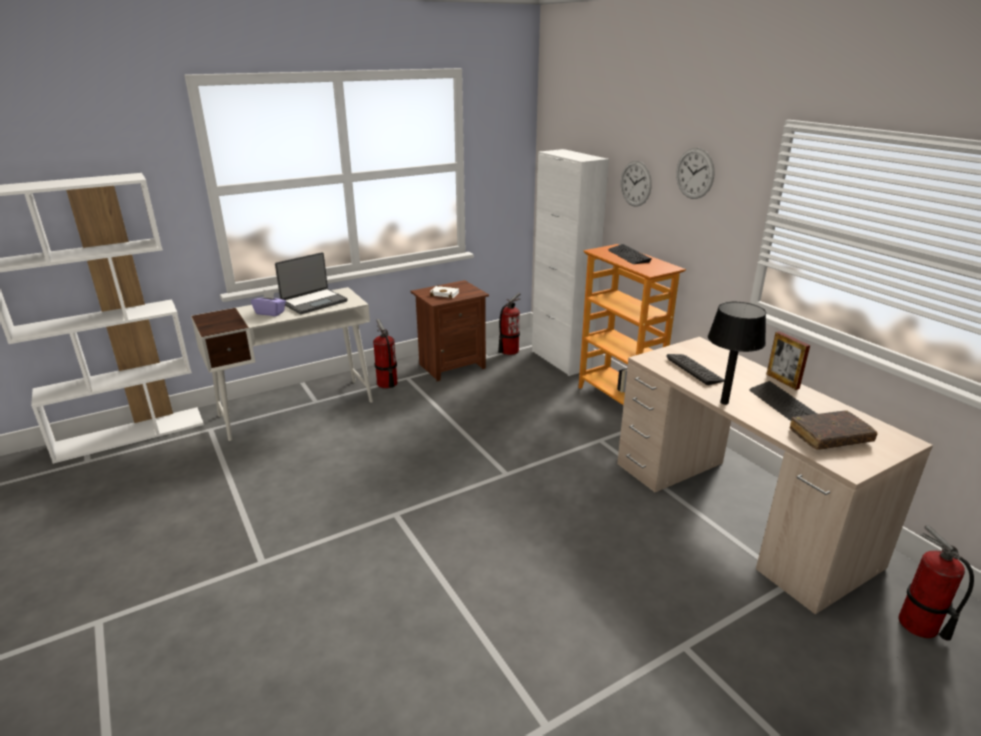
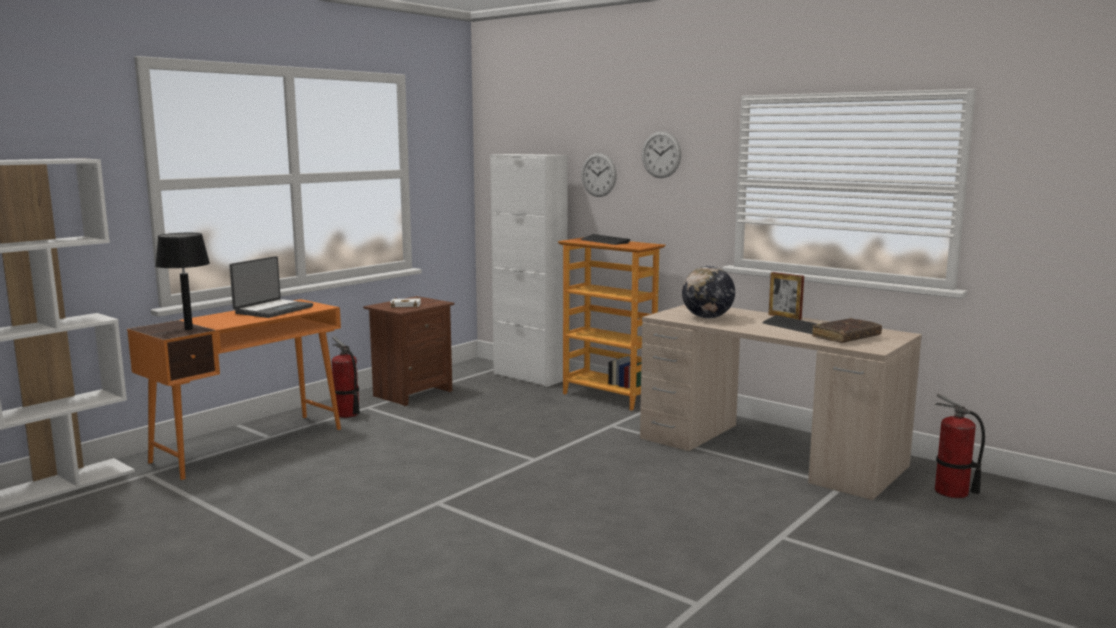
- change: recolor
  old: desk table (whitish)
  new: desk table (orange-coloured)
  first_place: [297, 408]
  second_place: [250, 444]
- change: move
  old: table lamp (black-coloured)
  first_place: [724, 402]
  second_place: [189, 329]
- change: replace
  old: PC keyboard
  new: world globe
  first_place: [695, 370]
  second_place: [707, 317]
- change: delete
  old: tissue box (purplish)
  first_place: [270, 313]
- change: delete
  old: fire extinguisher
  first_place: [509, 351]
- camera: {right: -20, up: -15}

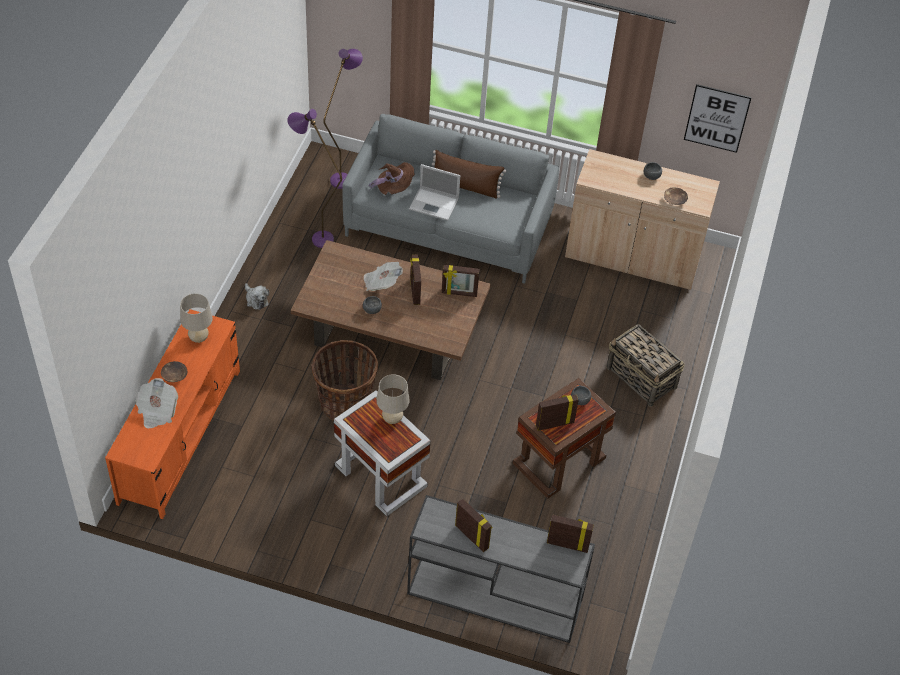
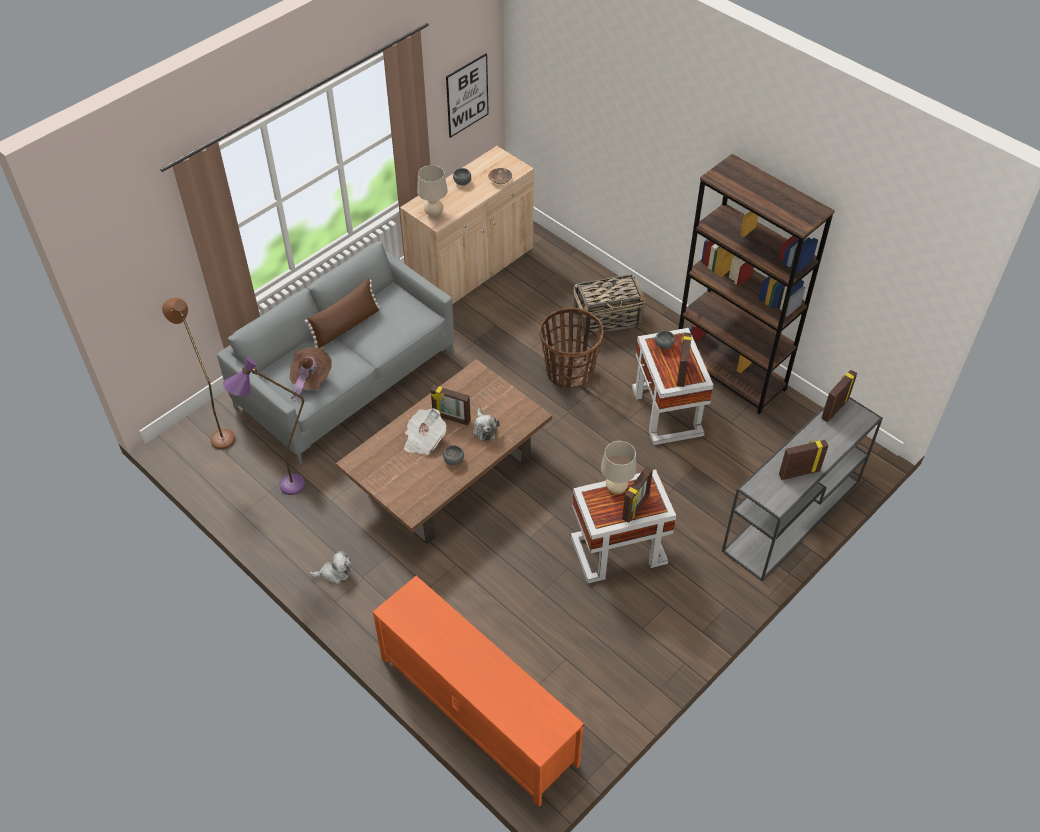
- change: recolor
  old: floor lamp (purplish)
  new: floor lamp (brown-coloured)
  first_place: [344, 176]
  second_place: [218, 434]
- change: move
  old: table lamp (sand-coloured)
  first_place: [199, 338]
  second_place: [434, 213]
- change: insert
  new: soft toy
  second_place: [484, 429]
- change: move
  old: household basket
  first_place: [345, 404]
  second_place: [569, 372]
- change: move
  old: standing frame
  first_place: [459, 293]
  second_place: [636, 507]
- change: recolor
  old: end table (brown-coloured)
  new: end table (whitish)
  first_place: [558, 461]
  second_place: [667, 412]
- change: insert
  new: bookshelf (brown-coloured)
  second_place: [730, 373]
- change: delete
  old: daily paper
  first_place: [157, 411]
- change: delete
  old: deep dish (brown-coloured)
  first_place: [174, 375]
- change: delete
  old: laptop
  first_place: [434, 204]
- camera: {right: -60, up: 0}

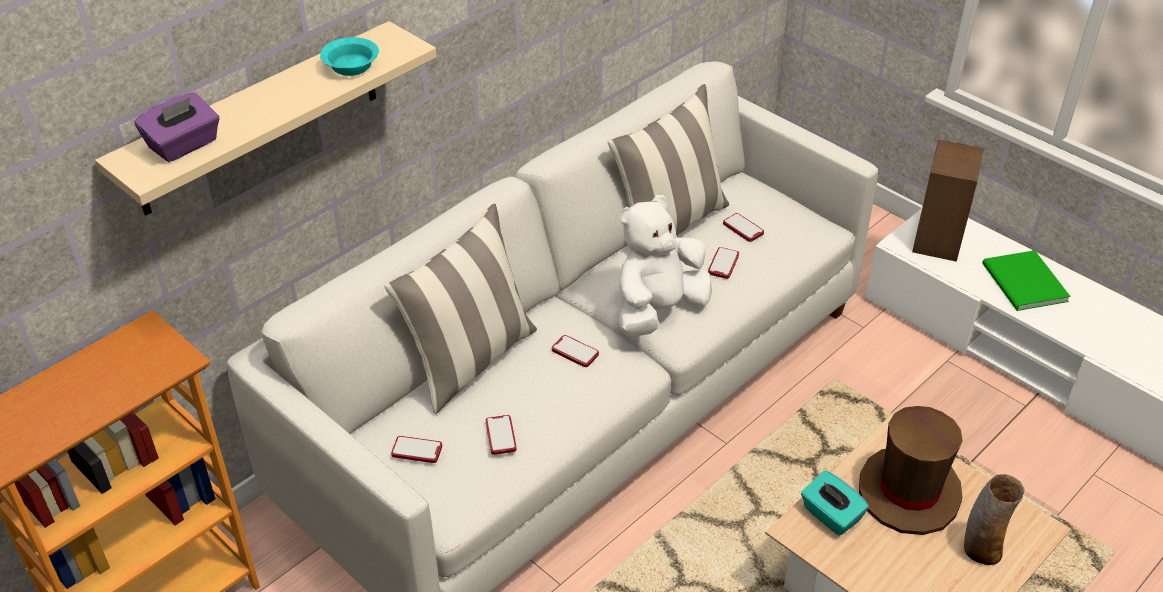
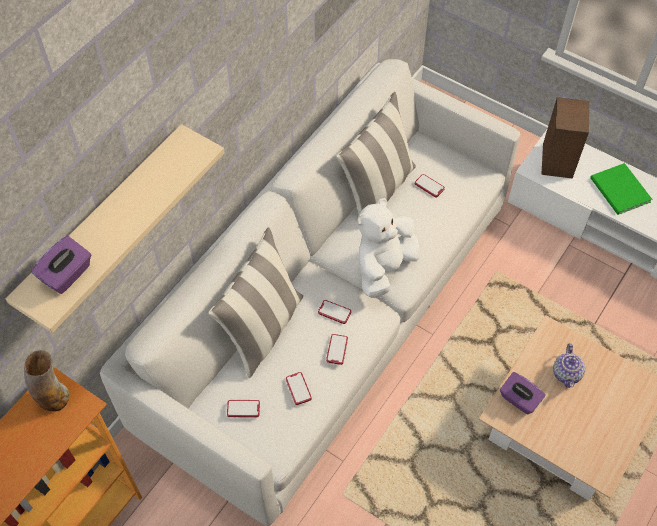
- change: move
  old: vase
  first_place: [981, 549]
  second_place: [53, 397]
- change: move
  old: handset
  first_place: [723, 264]
  second_place: [337, 349]
- change: recolor
  old: tissue box (turquoise)
  new: tissue box (purplish)
  first_place: [830, 515]
  second_place: [519, 399]
- change: replace
  old: clothing hat (brown-coloured)
  new: pot for tea
  first_place: [909, 492]
  second_place: [566, 373]
- change: delete
  old: deep dish (turquoise)
  first_place: [350, 66]
- camera: {right: -10, up: 15}

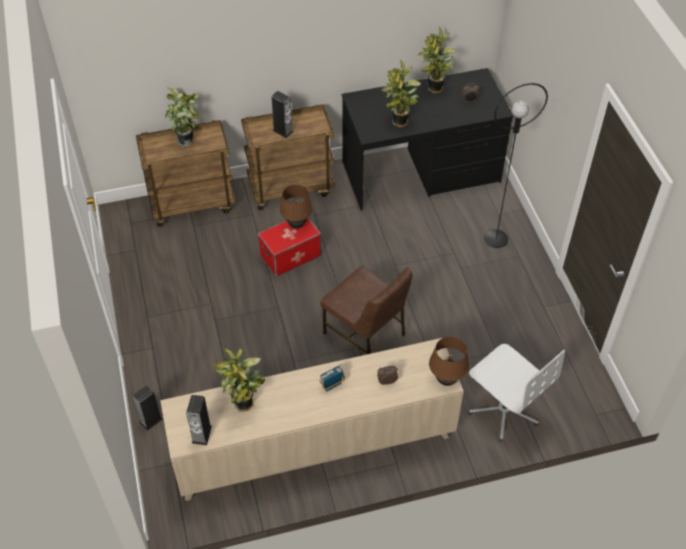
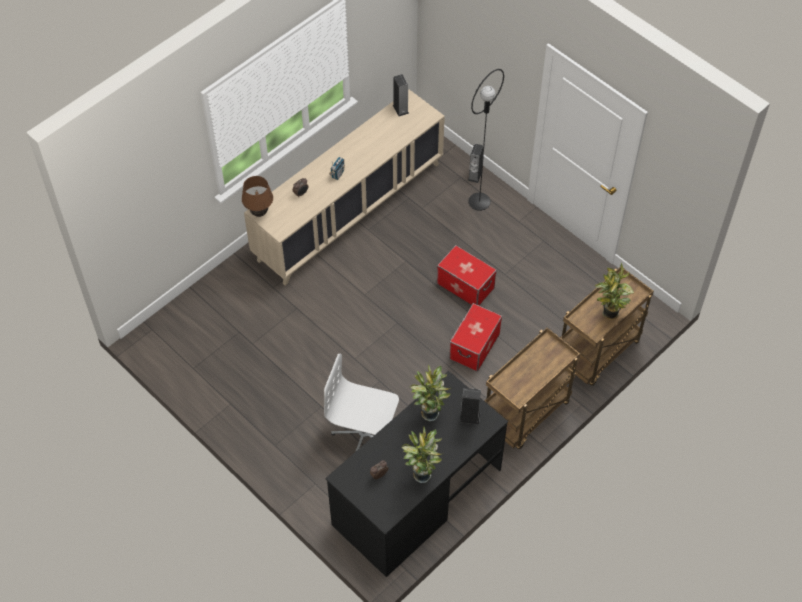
- change: move
  old: computer chair (whitish)
  first_place: [504, 409]
  second_place: [364, 434]
- change: insert
  new: storage container
  second_place: [465, 285]
- change: move
  old: audio speaker
  first_place: [283, 131]
  second_place: [469, 417]
- change: move
  old: floor lamp (black-coloured)
  first_place: [496, 238]
  second_place: [479, 202]
- change: delete
  old: houseplant
  first_place: [244, 405]
- change: delete
  old: table lamp (brown-coloured)
  first_place: [297, 225]
- change: delete
  old: plain chair (brown-coloured)
  first_place: [366, 334]
- camera: {right: 150, up: 5}

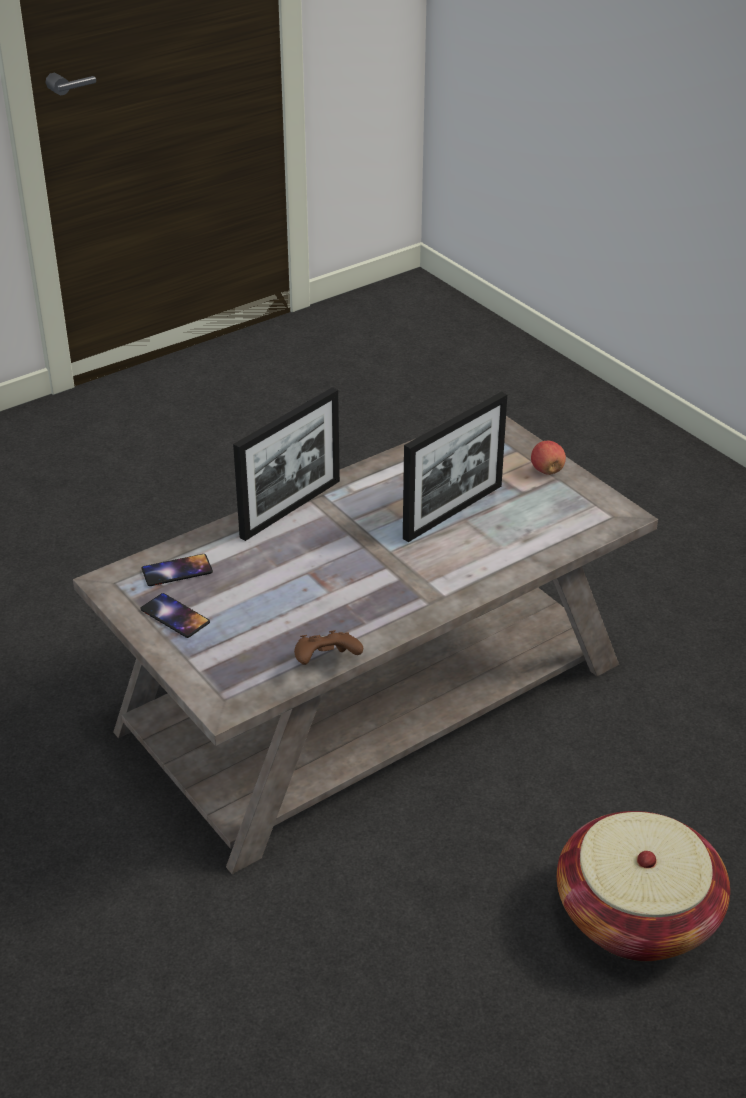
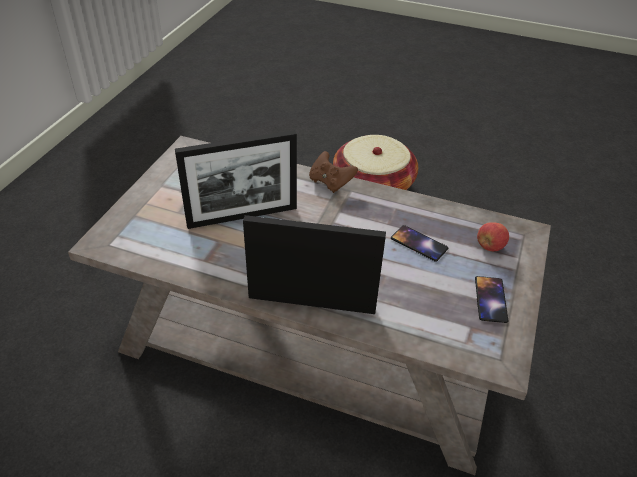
- change: rotate
  old: standing frame
  first_place: [453, 512]
  second_place: [242, 216]
  degrees: 150
- change: move
  old: gamepad (brown-coloured)
  first_place: [327, 662]
  second_place: [330, 182]
- change: move
  old: handset
  first_place: [177, 570]
  second_place: [419, 243]
- change: move
  old: whole apple
  first_place: [547, 470]
  second_place: [490, 246]
- camera: {right: -125, up: 5}

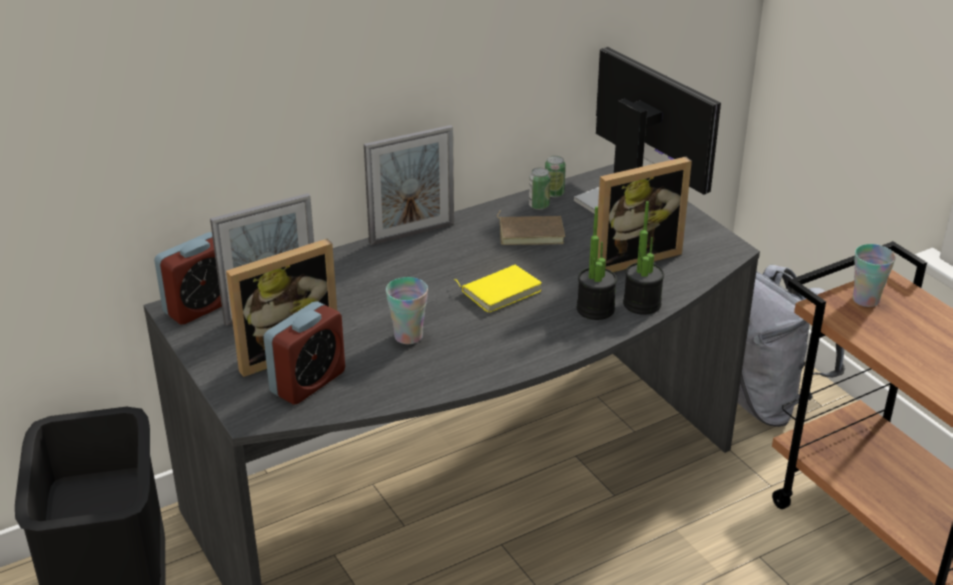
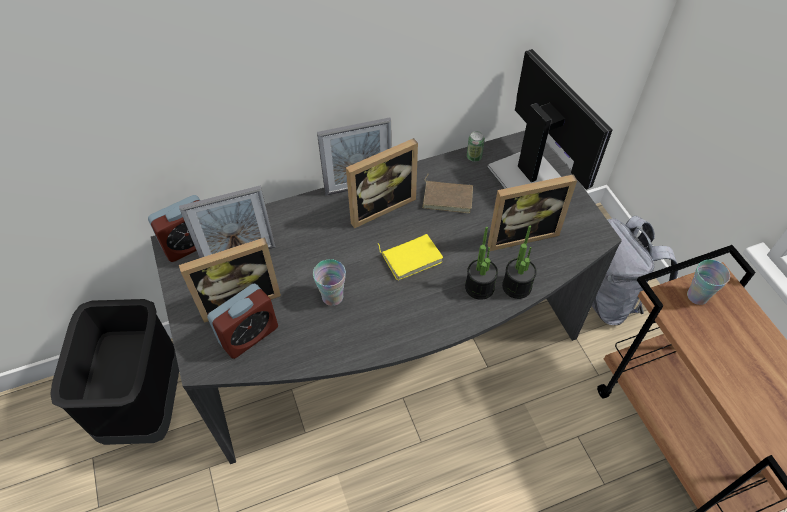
- change: insert
  new: standing frame
  second_place: [379, 205]
- change: delete
  old: can
  first_place: [539, 206]
- camera: {right: 10, up: 20}

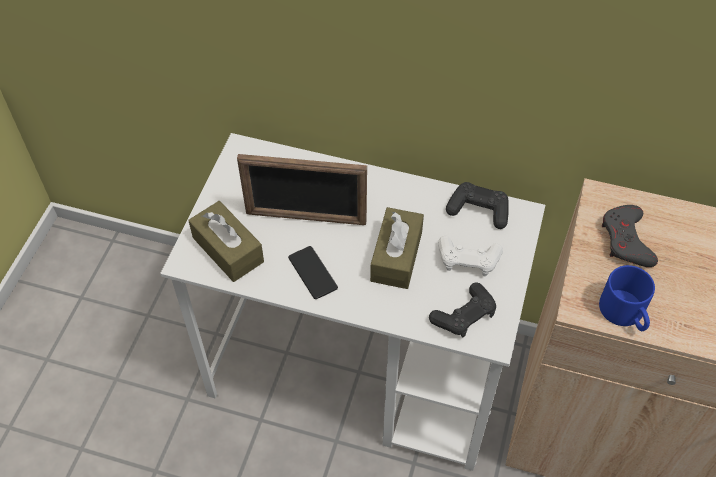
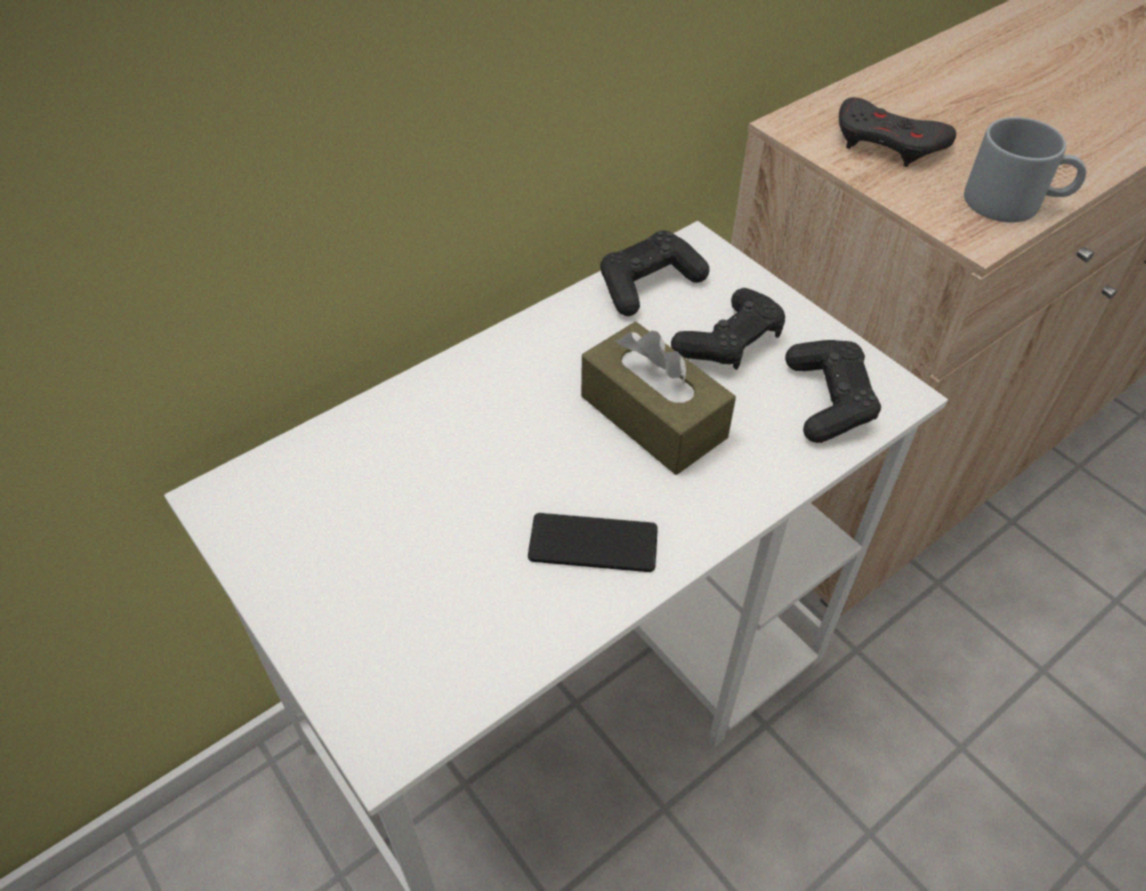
- change: recolor
  old: gamepad (whitish)
  new: gamepad (black-coloured)
  first_place: [468, 260]
  second_place: [730, 342]
- change: recolor
  old: tea mug (blue)
  new: tea mug (greyish)
  first_place: [626, 313]
  second_place: [1015, 202]
- change: delete
  old: tissue box (brown-coloured)
  first_place: [228, 249]
- change: delete
  old: standing frame
  first_place: [306, 218]
- camera: {right: -55, up: -5}

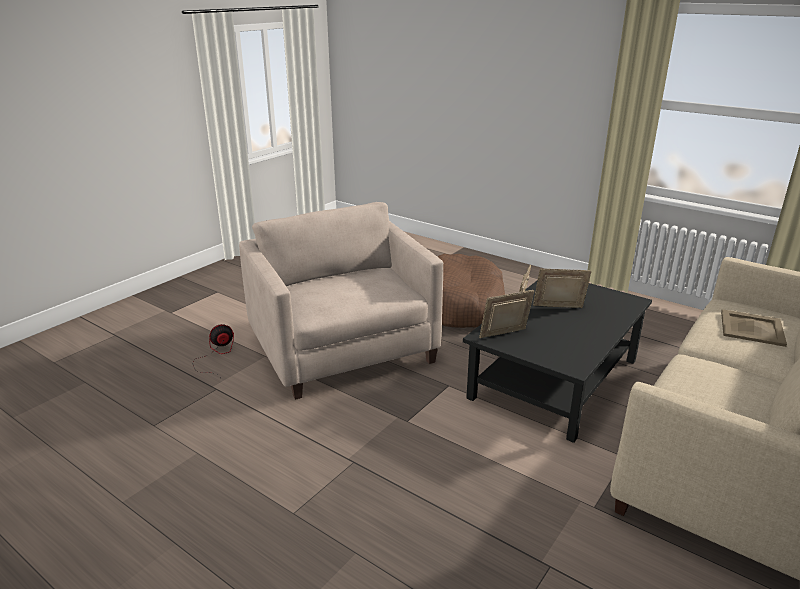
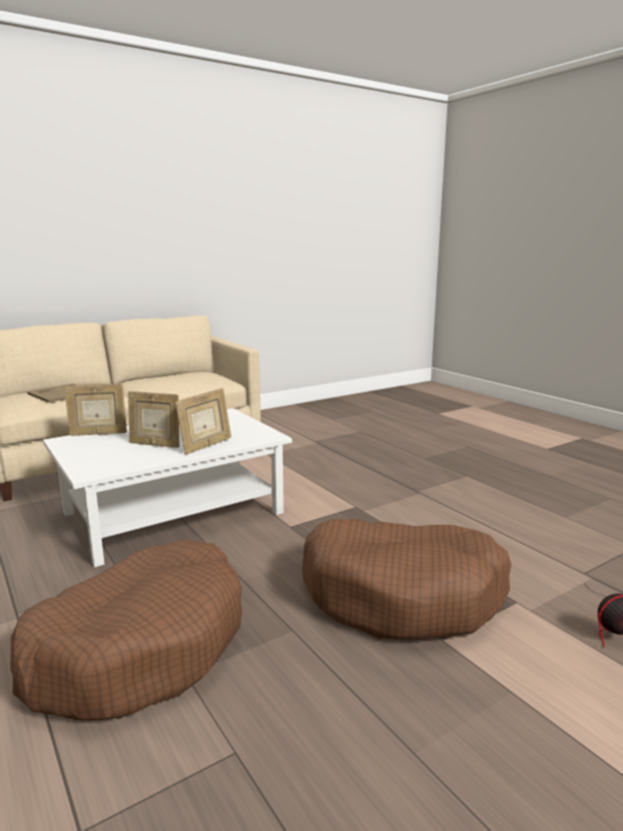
- change: recolor
  old: low table (black-coloured)
  new: low table (whitish)
  first_place: [555, 379]
  second_place: [173, 512]
- change: move
  old: standing frame
  first_place: [504, 335]
  second_place: [98, 434]
- change: replace
  old: easy chair (sand-coloured)
  new: dog cushion (brown-coloured)
  first_place: [343, 350]
  second_place: [403, 595]
- camera: {right: -160, up: -10}

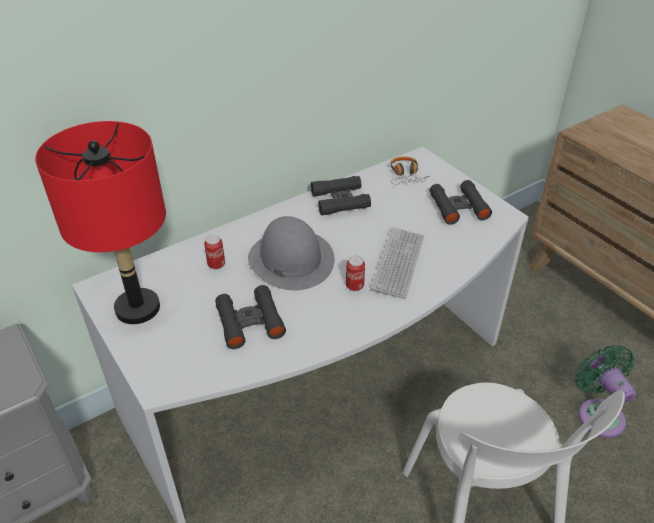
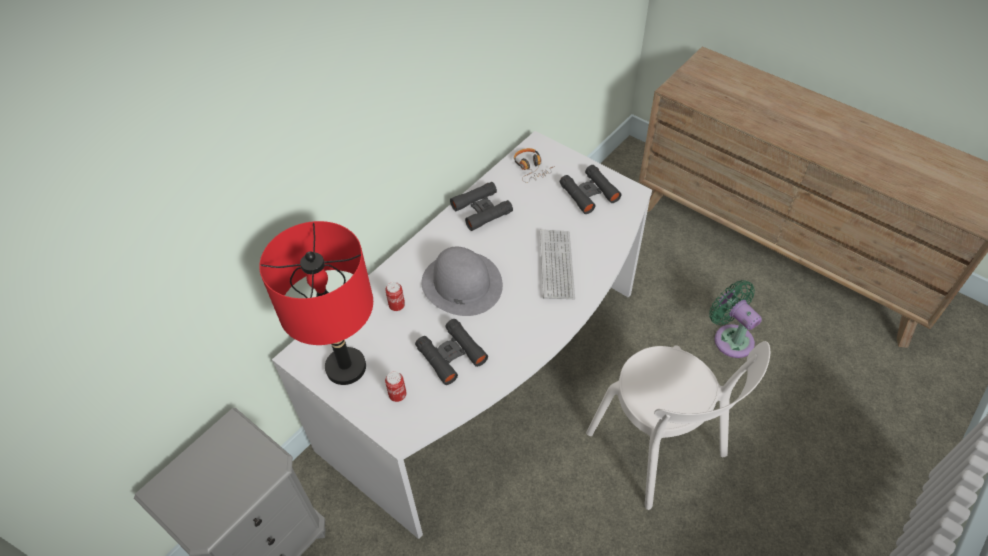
- change: move
  old: can
  first_place: [354, 286]
  second_place: [397, 395]
- camera: {right: -15, up: 10}

